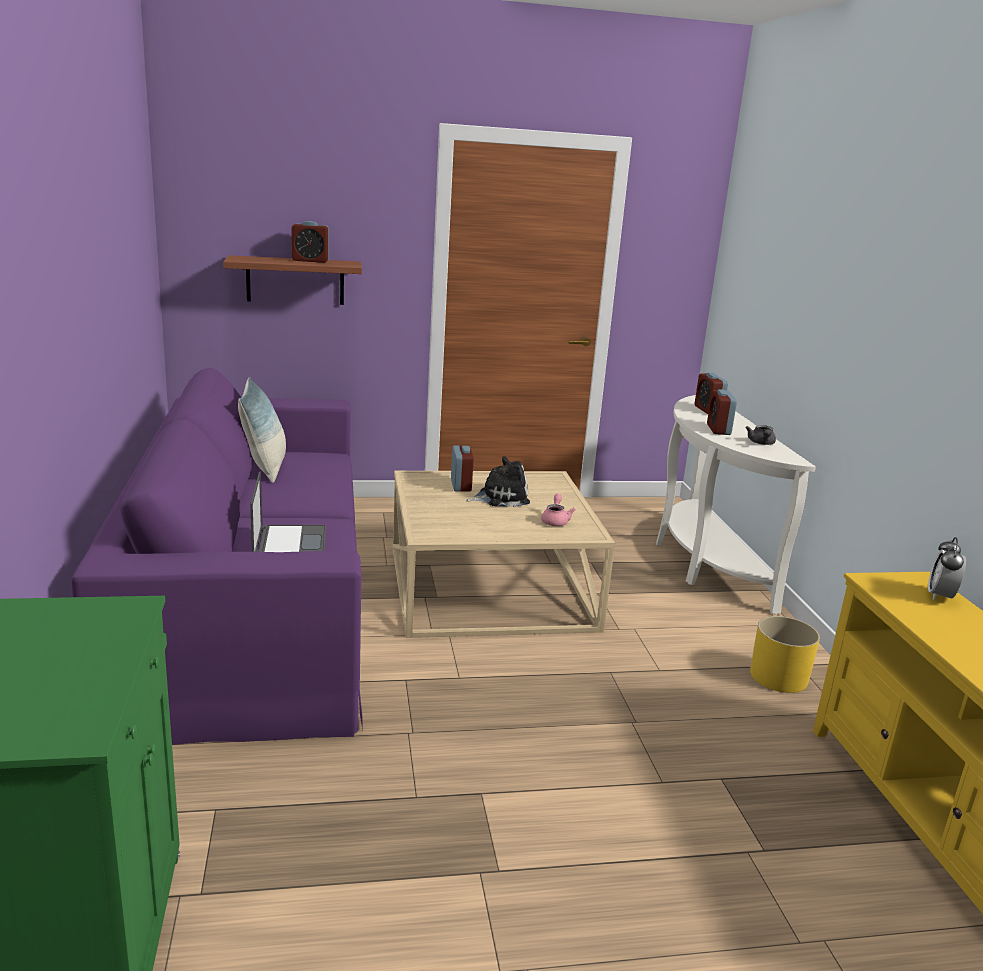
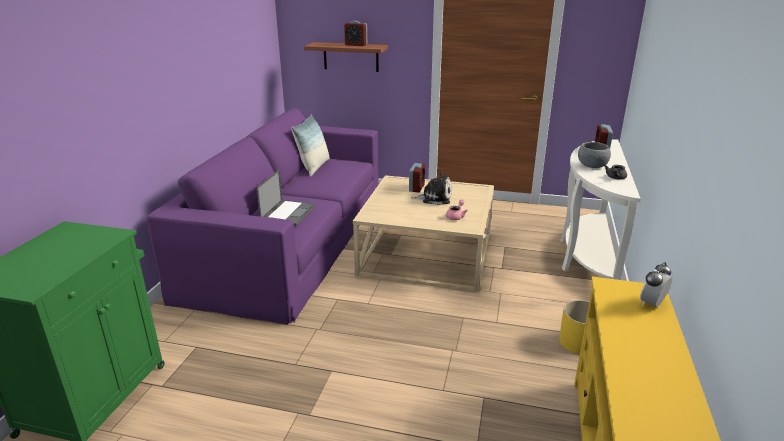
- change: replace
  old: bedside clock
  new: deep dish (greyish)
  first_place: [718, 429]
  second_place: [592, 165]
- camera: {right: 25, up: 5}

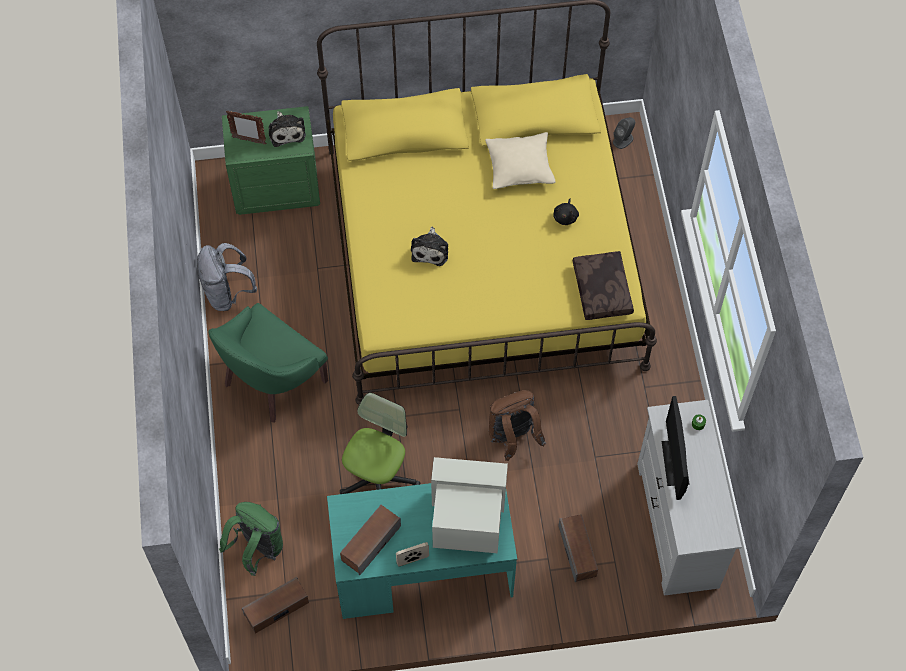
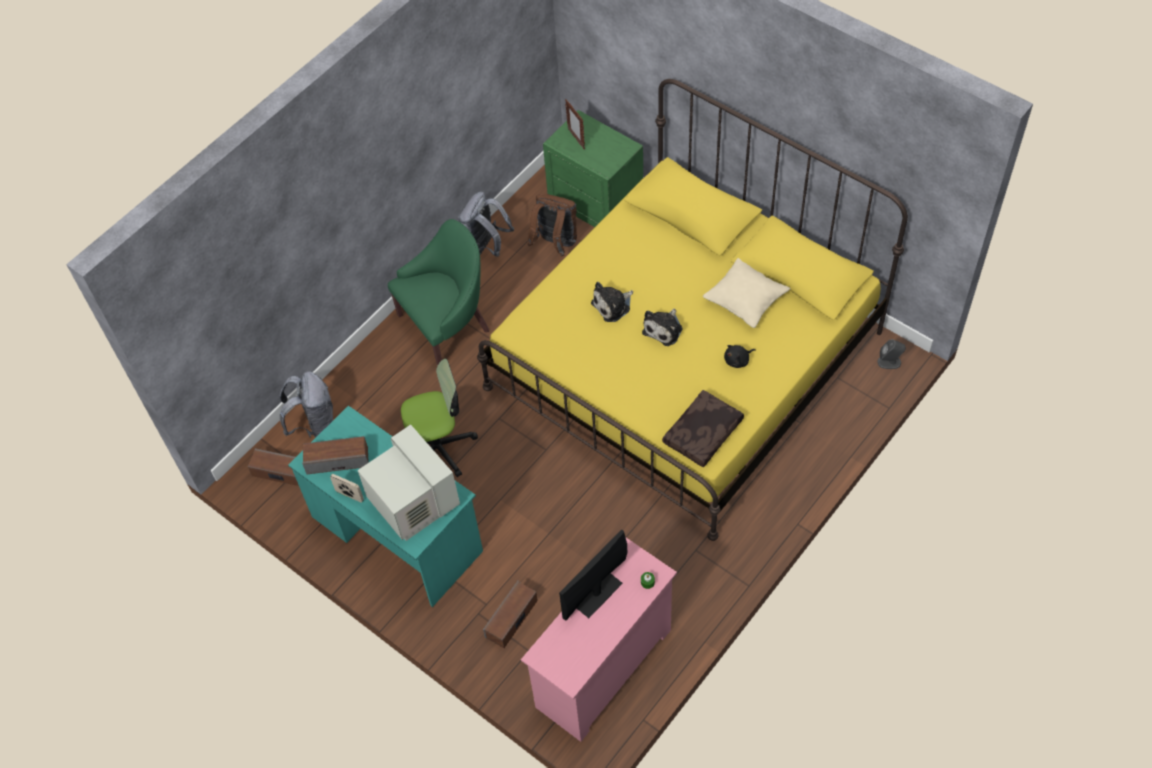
- change: recolor
  old: backpack (green)
  new: backpack (greyish)
  first_place: [257, 549]
  second_place: [314, 424]
- change: rotate
  old: easy chair (green)
  first_place: [271, 380]
  second_place: [447, 325]
  degrees: 150
- change: recolor
  old: dresser (whitish)
  new: dresser (pinkish)
  first_place: [677, 525]
  second_place: [603, 669]
- change: move
  old: backpack (brown-coloured)
  first_place: [513, 438]
  second_place: [555, 244]
- change: move
  old: soft toy
  first_place: [286, 131]
  second_place: [664, 329]
- camera: {right: 50, up: -5}

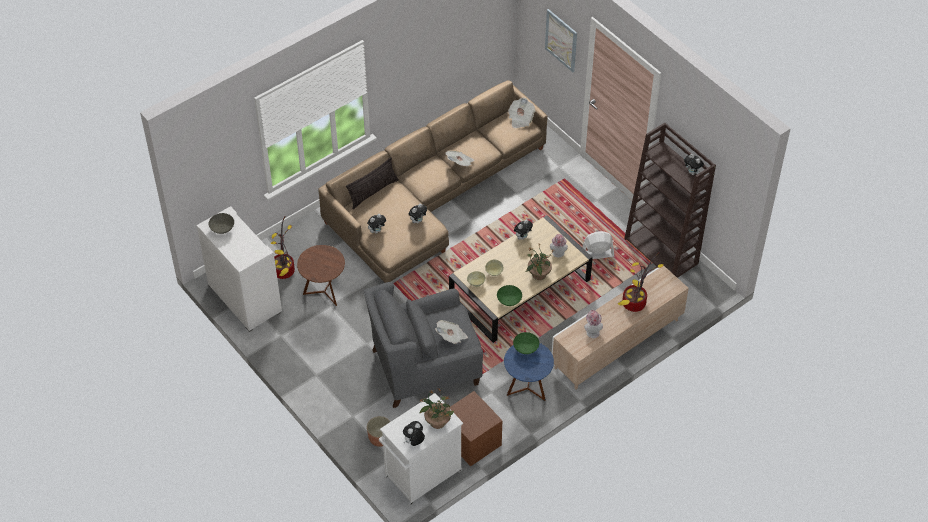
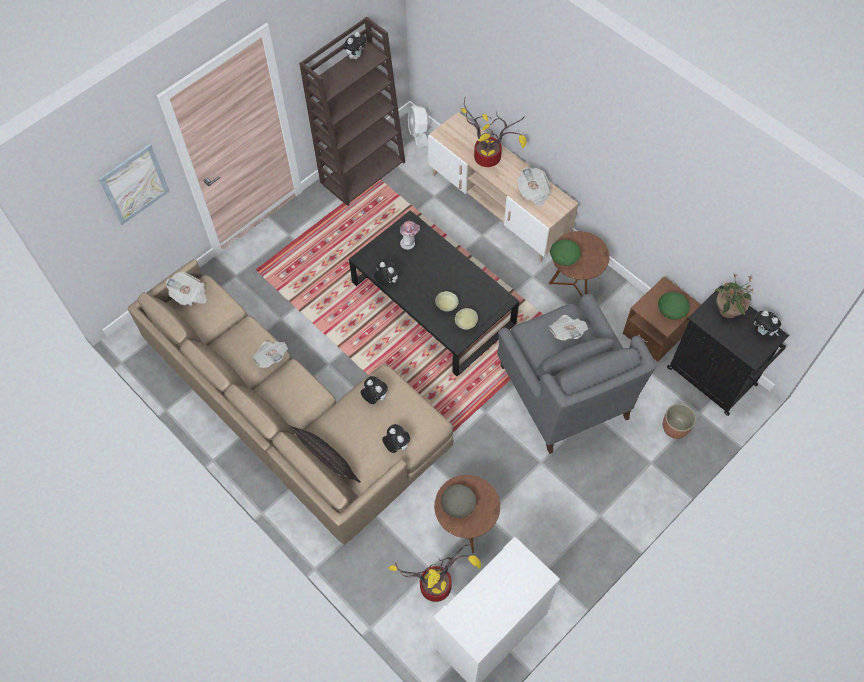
- change: recolor
  old: low table (sand-coloured)
  new: low table (black-coloured)
  first_place: [520, 288]
  second_place: [432, 303]
- change: move
  old: fan (whitish)
  first_place: [597, 254]
  second_place: [419, 134]
- change: move
  old: deep dish (greyish)
  first_place: [222, 229]
  second_place: [458, 505]
- change: replace
  old: clothing hat
  new: daily paper
  first_place: [592, 331]
  second_place: [534, 193]
- change: recolor
  old: end table (blue)
  new: end table (brown-coloured)
  first_place: [527, 389]
  second_place: [573, 285]
- change: move
  old: deep dish (green)
  first_place: [508, 301]
  second_place: [671, 311]
- change: recolor
  old: storage cabinet (whitish)
  new: storage cabinet (black-coloured)
  first_place: [422, 475]
  second_place: [713, 378]
- change: delete
  old: houseplant
  first_place: [538, 274]
- camera: {right: -95, up: 10}

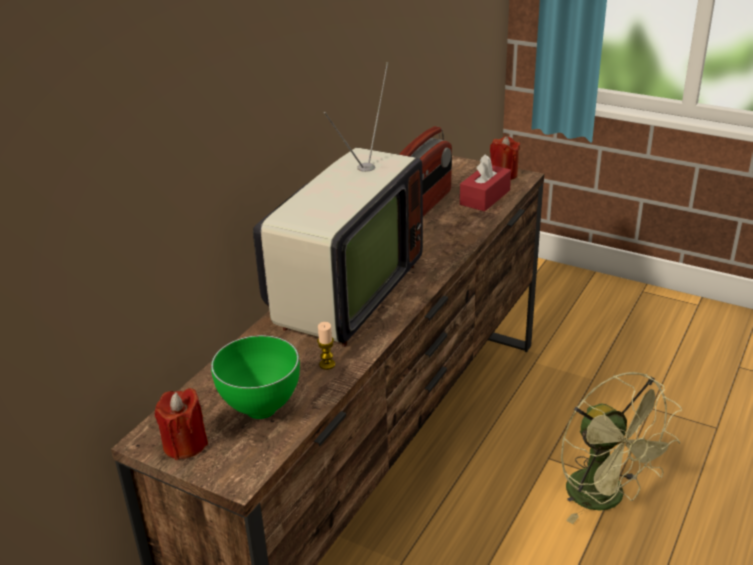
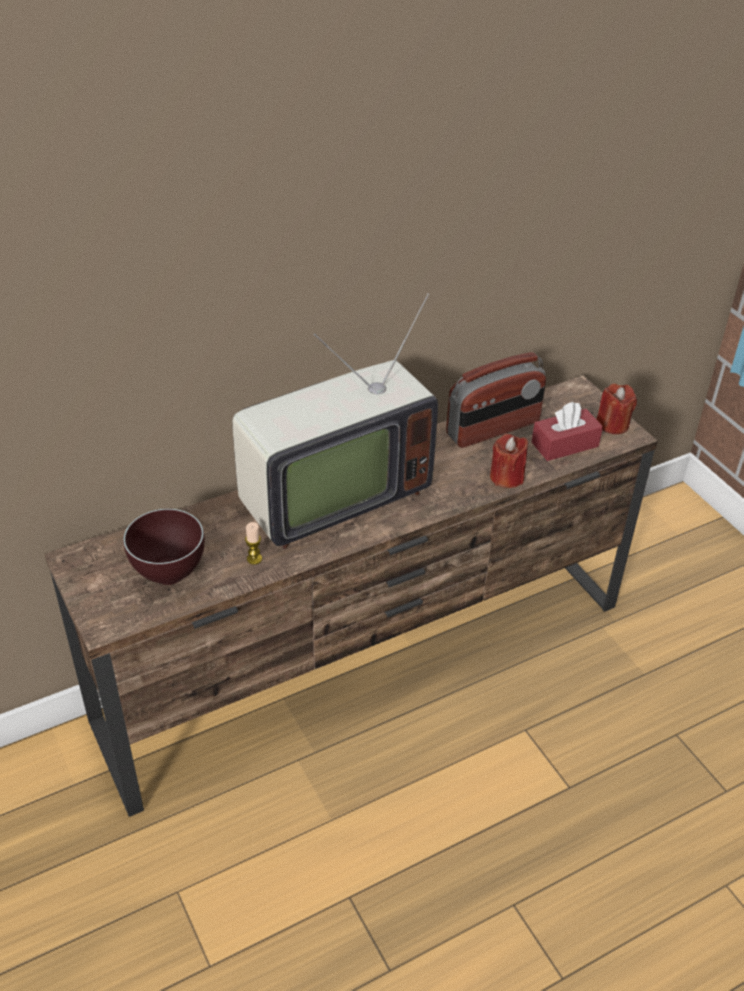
- change: recolor
  old: deep dish (green)
  new: deep dish (brown-coloured)
  first_place: [262, 408]
  second_place: [171, 575]
- change: move
  old: wax light (reddish)
  first_place: [185, 444]
  second_place: [506, 477]
- change: delete
  old: fan (green)
  first_place: [606, 498]
- camera: {right: 30, up: 10}

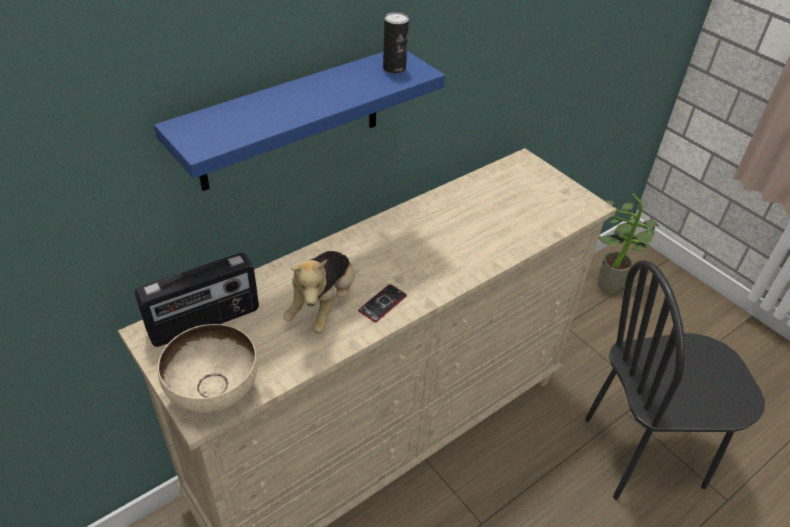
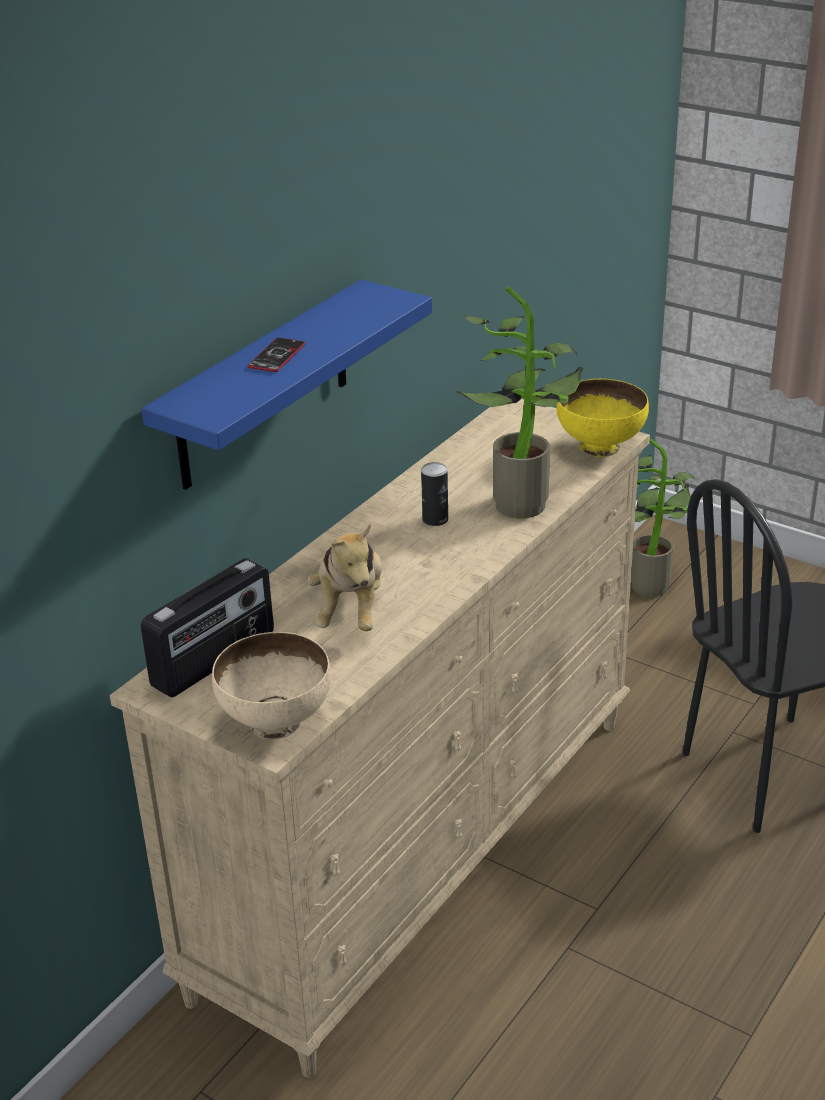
- change: move
  old: handset
  first_place: [382, 303]
  second_place: [277, 356]
- change: move
  old: can
  first_place: [394, 68]
  second_place: [435, 519]
- change: insert
  new: houseplant
  second_place: [524, 501]
- change: insert
  new: deep dish (yellow-coloured)
  second_place: [600, 448]
- camera: {right: -15, up: -10}

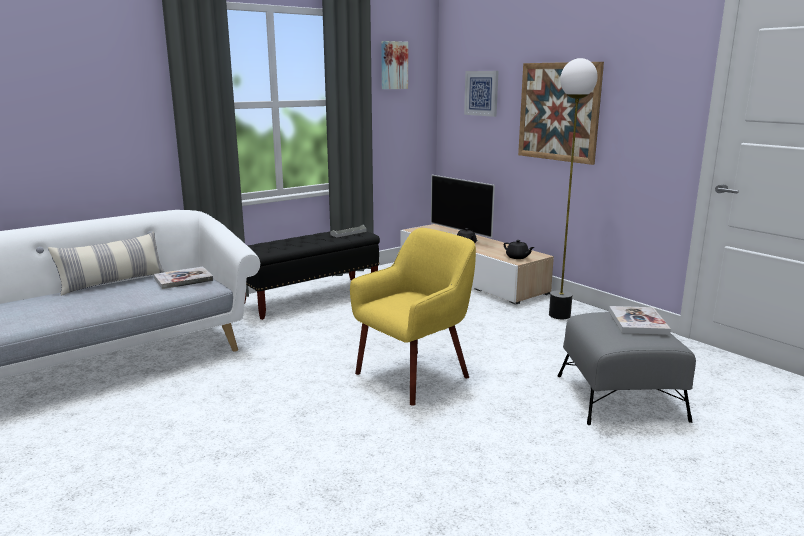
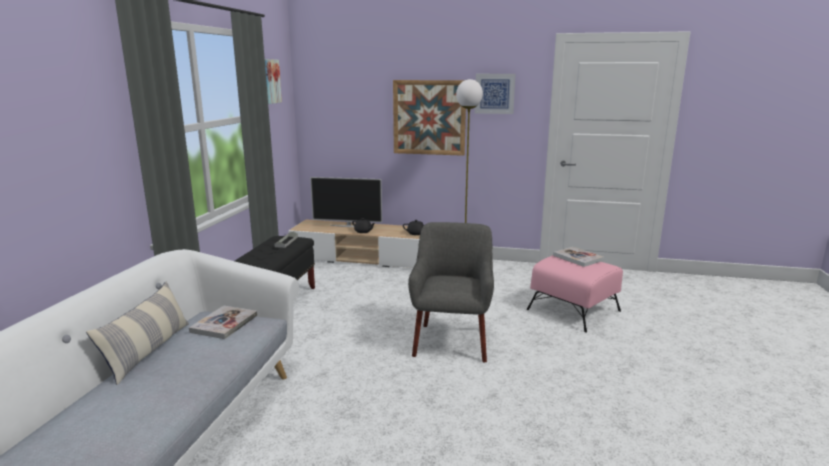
- change: recolor
  old: easy chair (yellow-coloured)
  new: easy chair (greyish)
  first_place: [414, 375]
  second_place: [451, 341]
- change: move
  old: wall picture
  first_place: [481, 93]
  second_place: [494, 93]
- change: recolor
  old: pouffe (greyish)
  new: pouffe (pinkish)
  first_place: [619, 397]
  second_place: [573, 310]
- camera: {right: -40, up: 0}

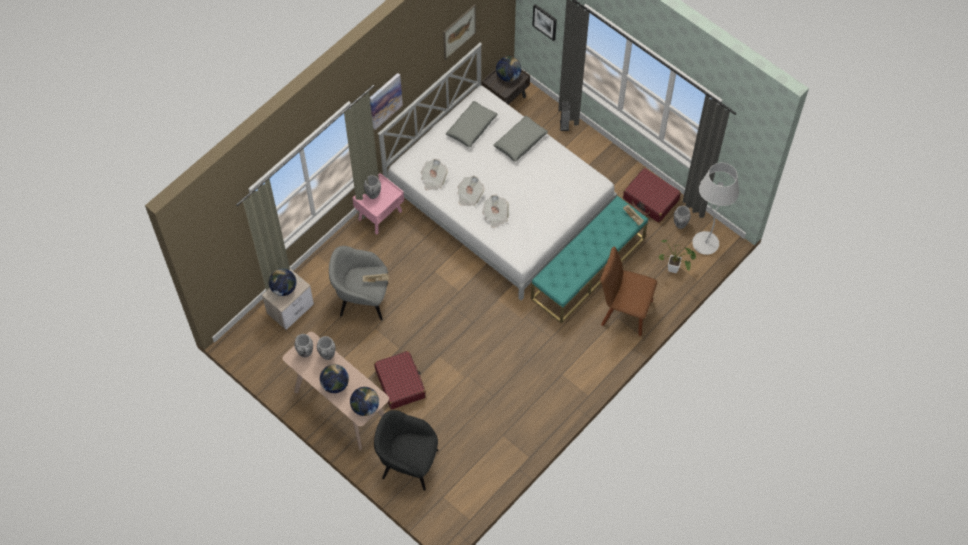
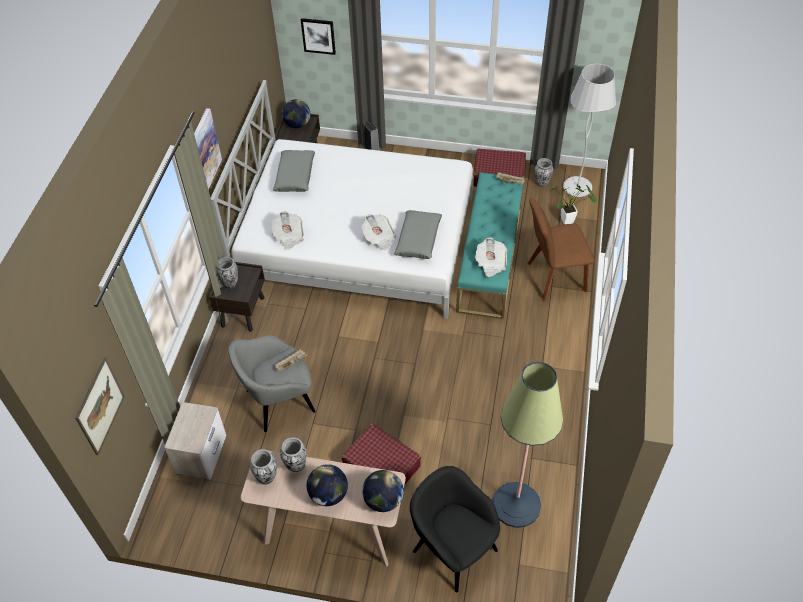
- change: move
  old: wall picture
  first_place: [459, 31]
  second_place: [100, 406]
- change: recolor
  old: bedside table (pinkish)
  new: bedside table (brown-coloured)
  first_place: [380, 215]
  second_place: [243, 311]
- change: move
  old: pillow (greyish)
  first_place: [520, 142]
  second_place: [418, 239]
- change: rotate
  old: easy chair (black-coloured)
  first_place: [408, 463]
  second_place: [453, 549]
  degrees: 60
- change: move
  old: daily paper
  first_place: [469, 196]
  second_place: [490, 263]
- change: insert
  new: floor lamp
  second_place: [516, 505]
- change: delete
  old: world globe
  first_place: [284, 288]
- camera: {right: -30, up: -10}

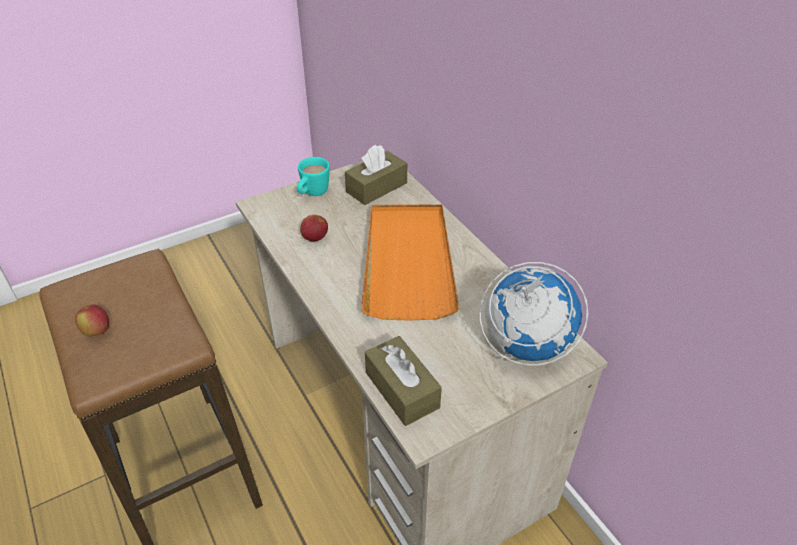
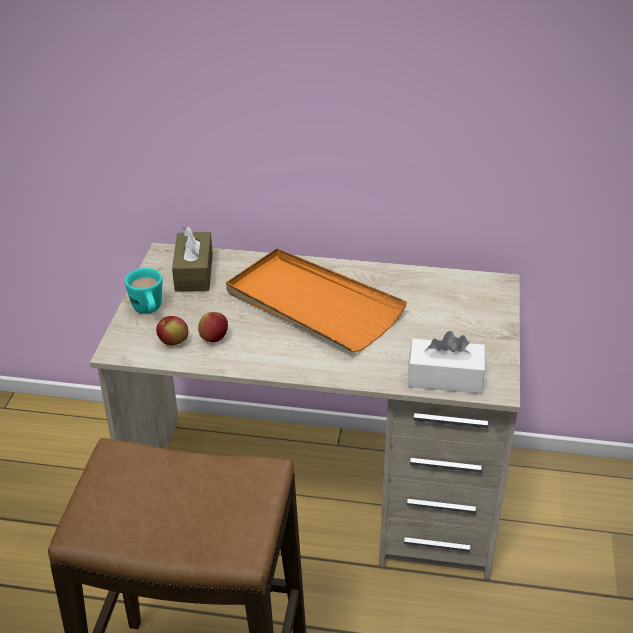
- change: move
  old: whole apple
  first_place: [97, 331]
  second_place: [173, 342]
- change: recolor
  old: tissue box (brown-coloured)
  new: tissue box (whitish)
  first_place: [402, 390]
  second_place: [445, 378]
- change: delete
  old: world globe
  first_place: [525, 346]
- camera: {right: -50, up: -5}

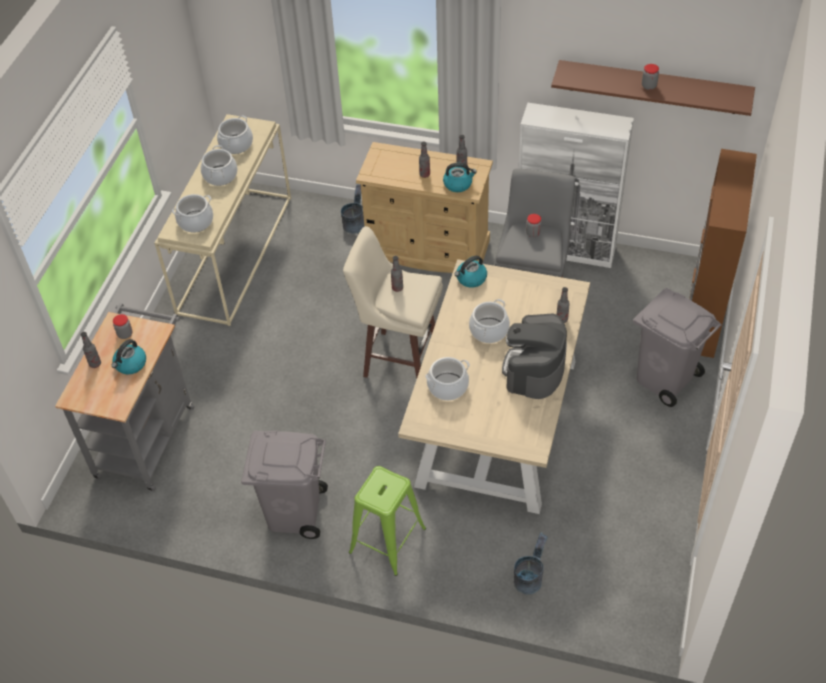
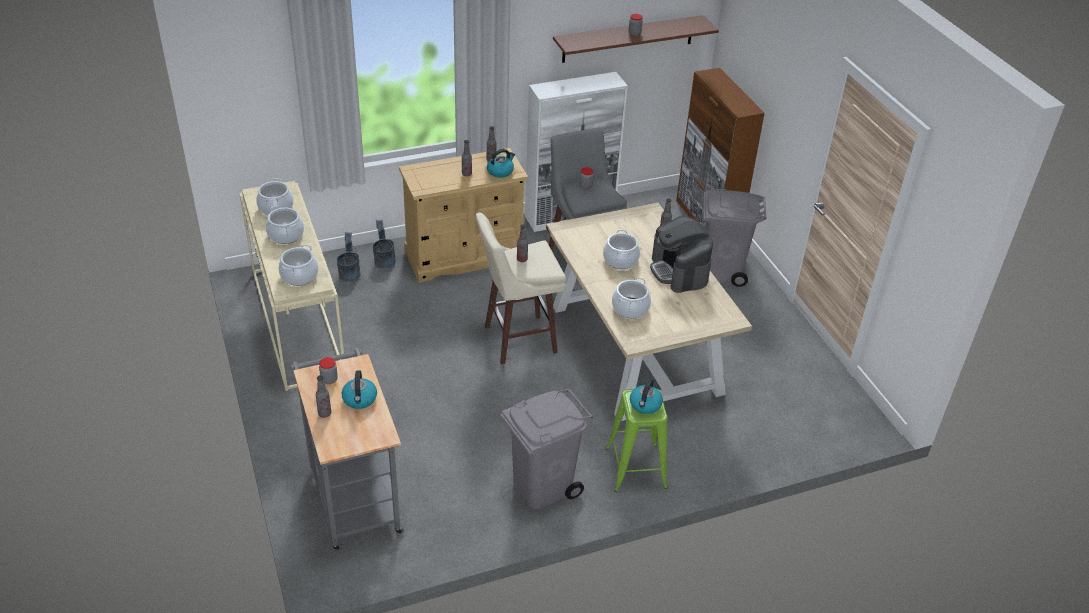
- change: move
  old: pail (greyish)
  first_place: [529, 578]
  second_place: [349, 273]
- change: move
  old: tea kettle
  first_place: [471, 279]
  second_place: [645, 405]
- camera: {right: -40, up: -10}

